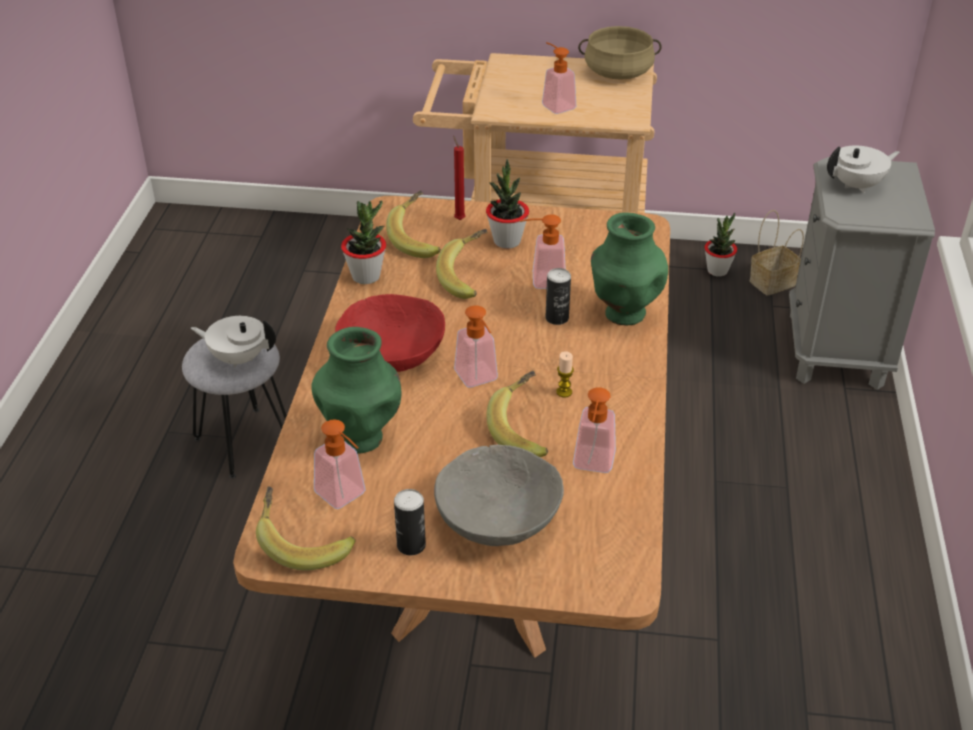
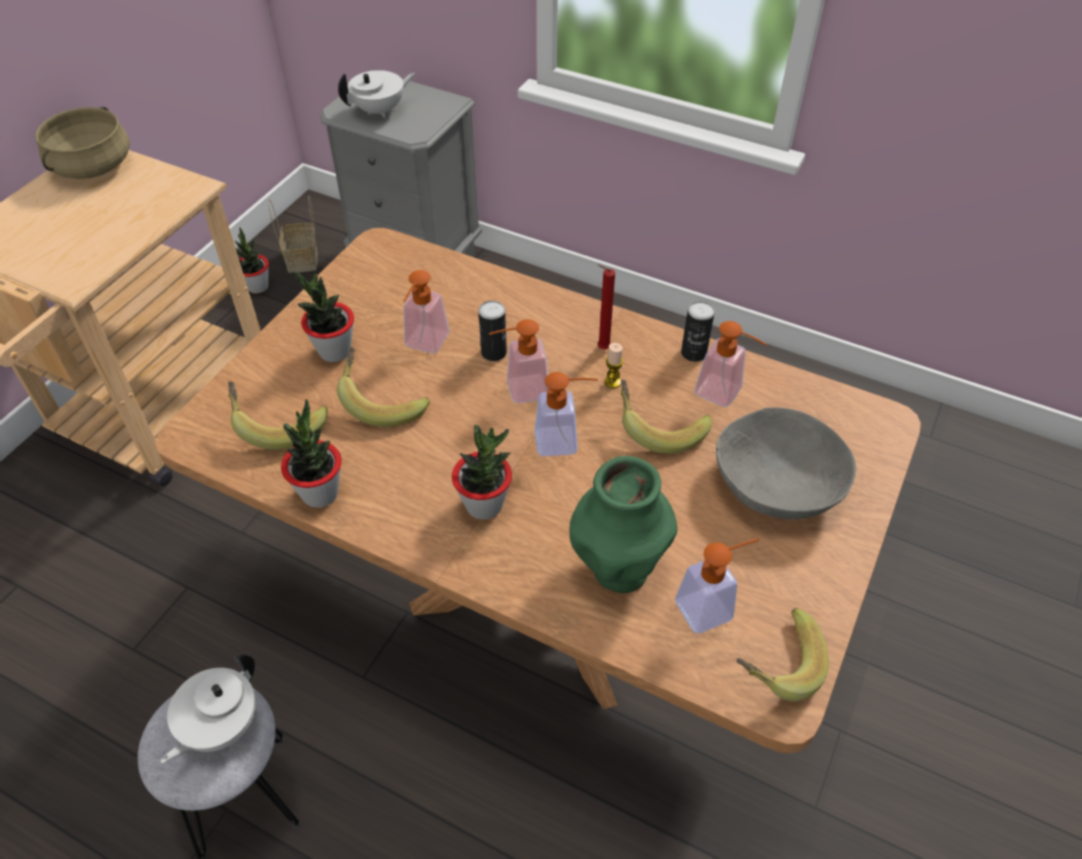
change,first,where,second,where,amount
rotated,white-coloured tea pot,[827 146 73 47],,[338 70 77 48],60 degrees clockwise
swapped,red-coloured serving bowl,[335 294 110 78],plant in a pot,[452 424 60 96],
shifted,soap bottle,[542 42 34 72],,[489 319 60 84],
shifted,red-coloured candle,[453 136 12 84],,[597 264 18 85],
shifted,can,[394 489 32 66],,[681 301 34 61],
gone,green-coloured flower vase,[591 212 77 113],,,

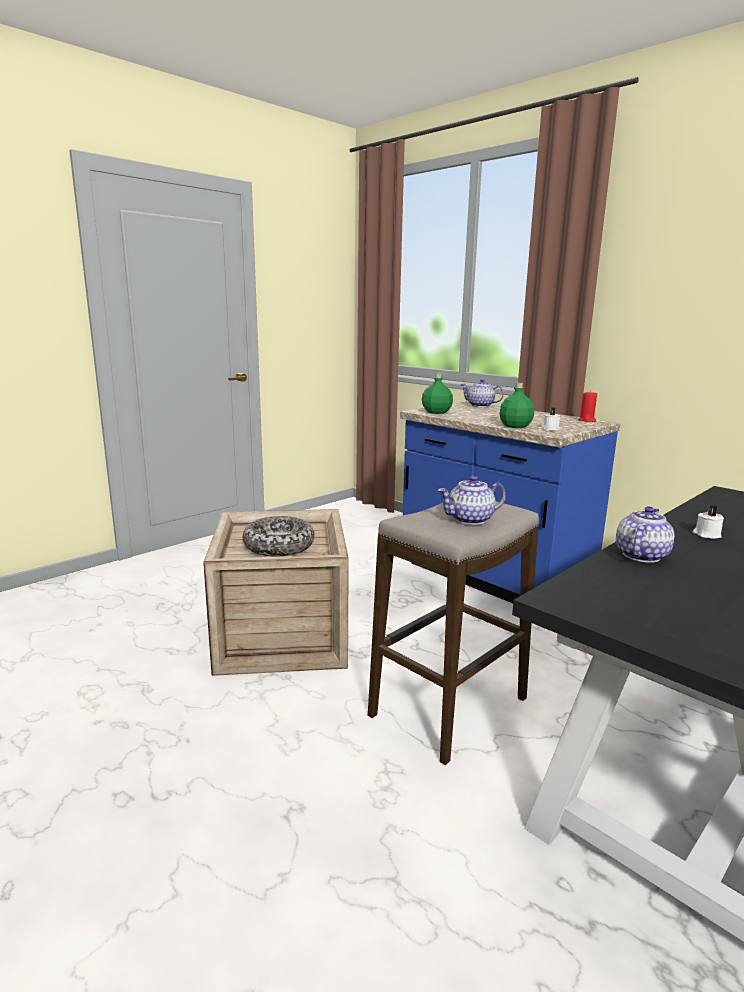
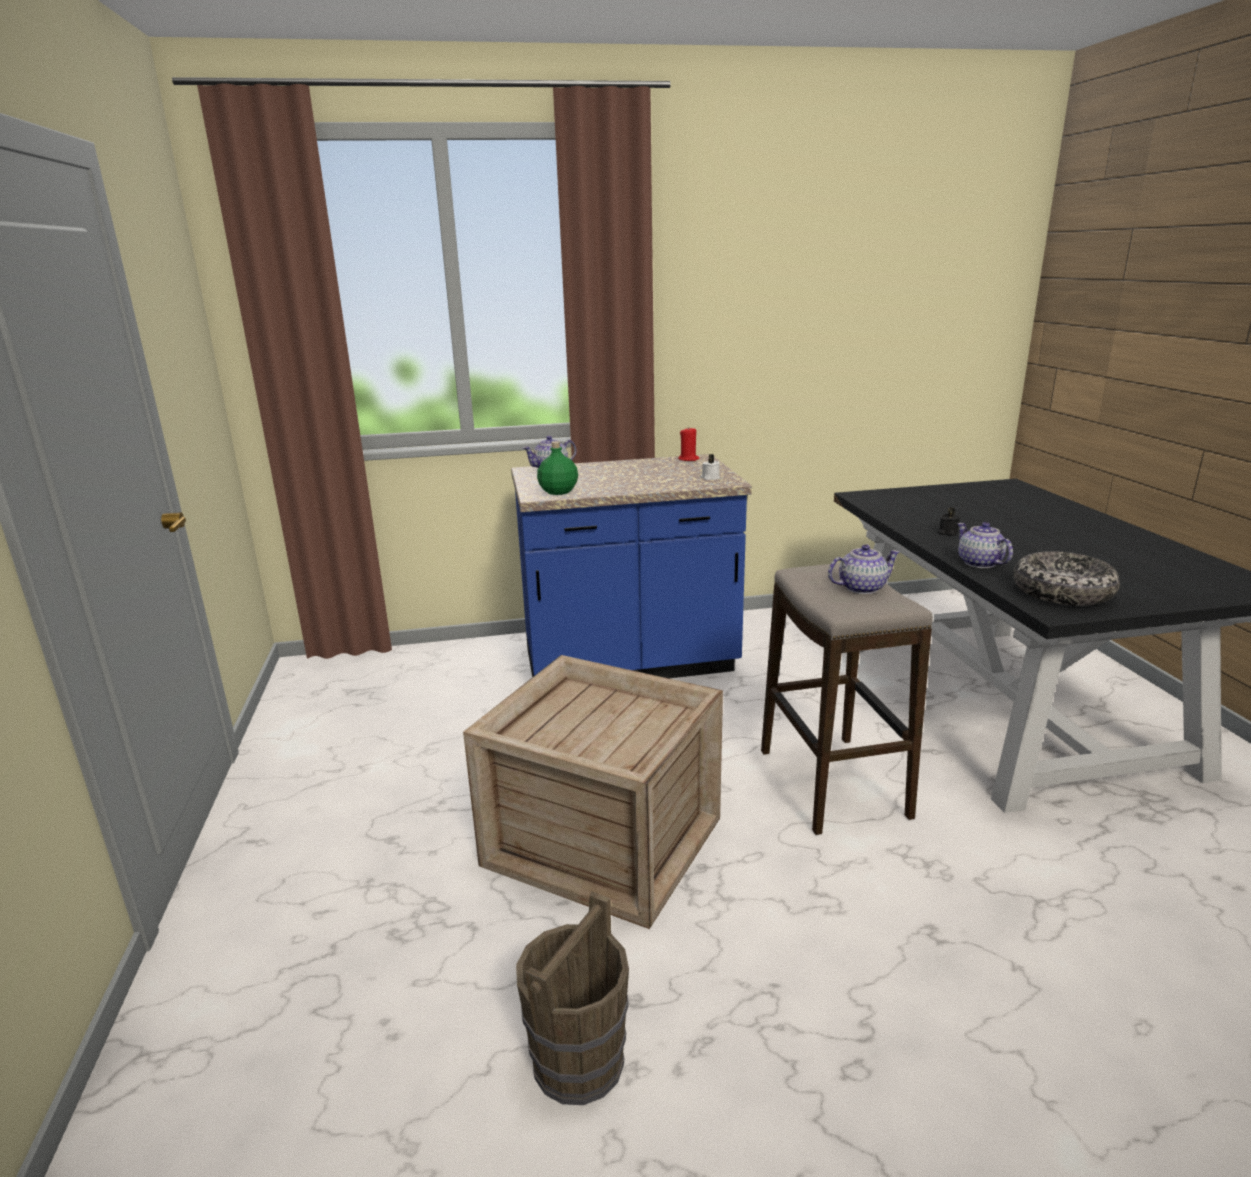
change,first,where,second,where,amount
new,,,brown-coloured bucket,[516 891 113 214],
rotated,tea pot,[437 476 69 49],,[828 544 72 50],120 degrees counterclockwise
repainted,white-coloured candle,[692 505 32 34],black-coloured candle,[937 508 23 28],
shifted,serving bowl,[243 516 72 40],,[1013 551 107 55],
gone,green-coloured bottle,[499 383 35 45],,,

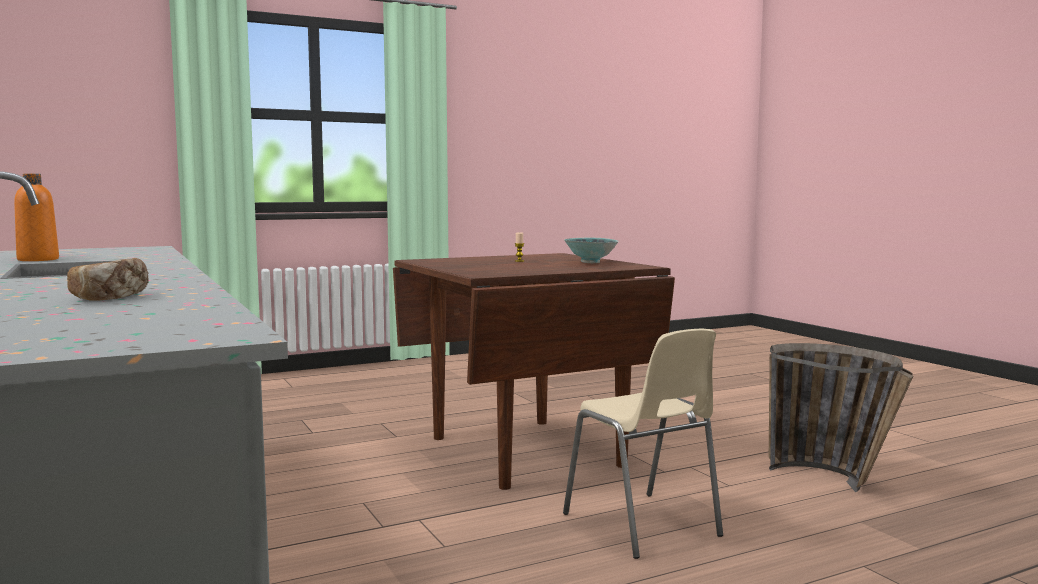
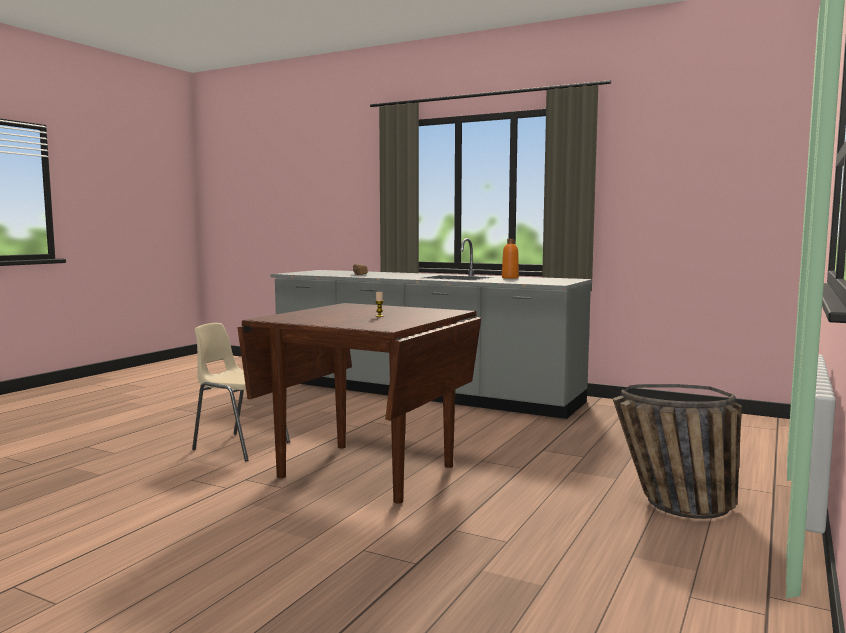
change,first,where,second,where,amount
shifted,household basket,[769 343 144 149],,[612 384 130 135],
gone,serving bowl,[564 238 55 25],,,

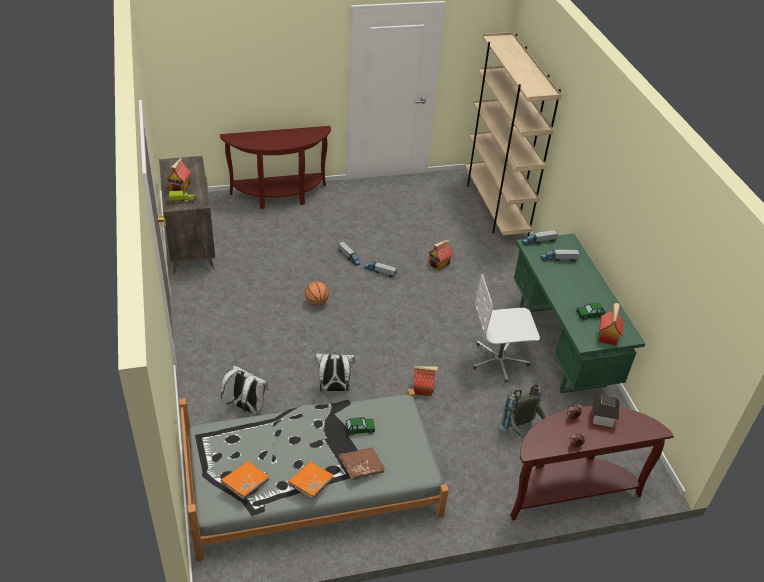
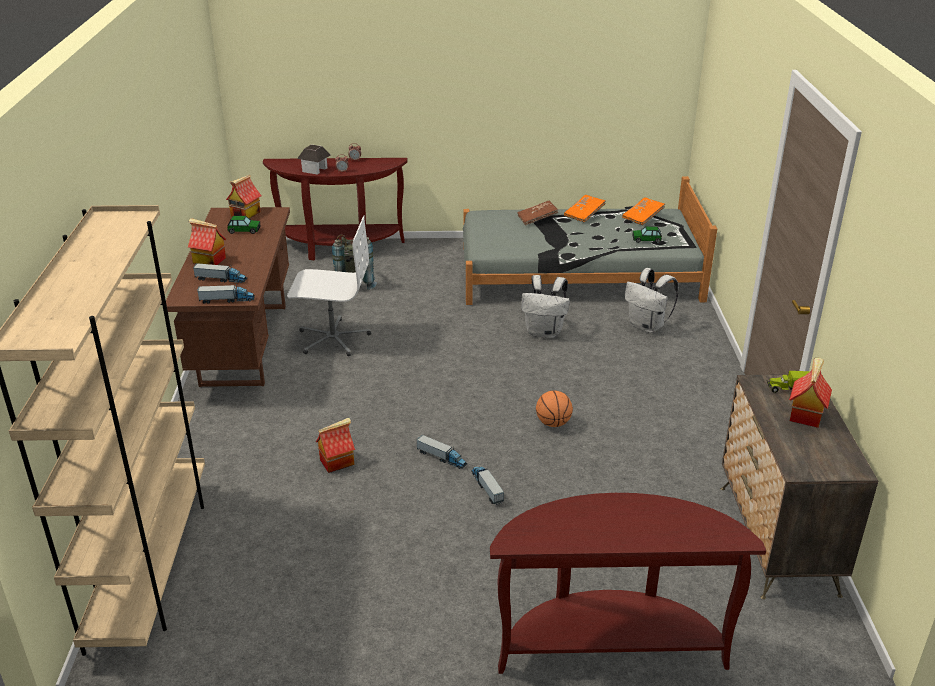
change,first,where,second,where,amount
repainted,green-coloured desk unit,[514 234 132 159],brown-coloured desk unit,[166 207 124 180],
shifted,toy house,[413 366 25 30],,[188 218 38 47],
shifted,model car,[346 417 29 19],,[632 226 30 17],

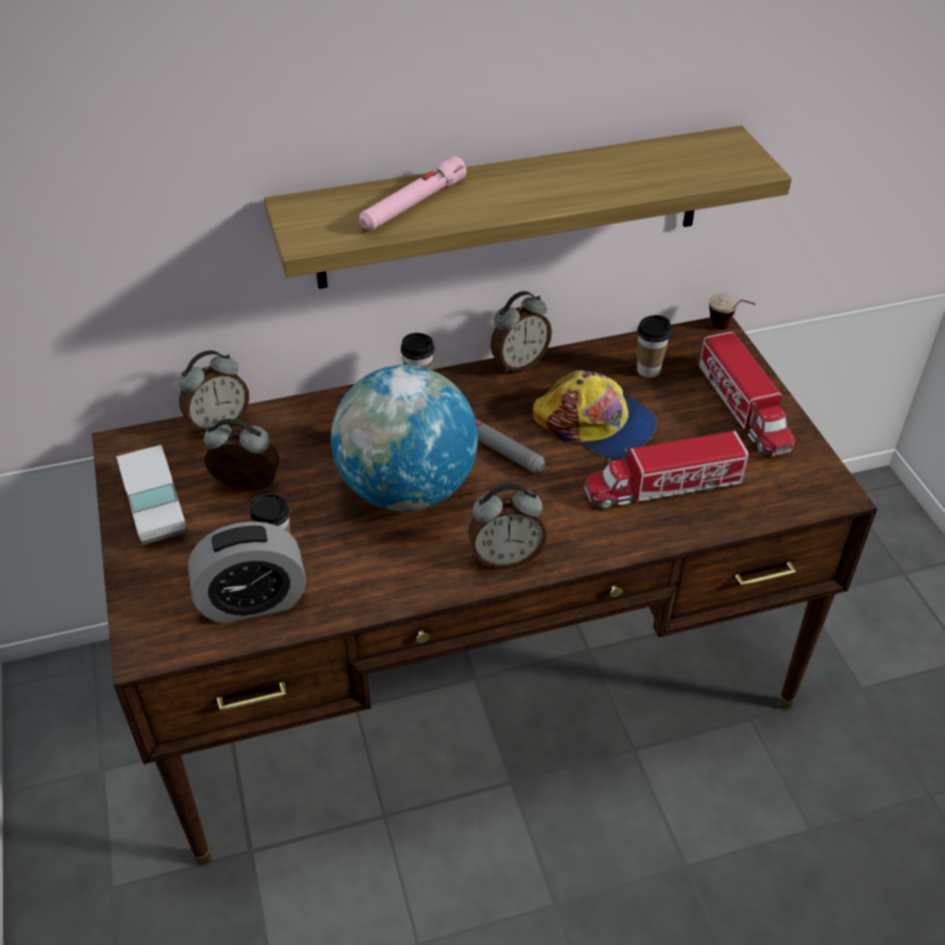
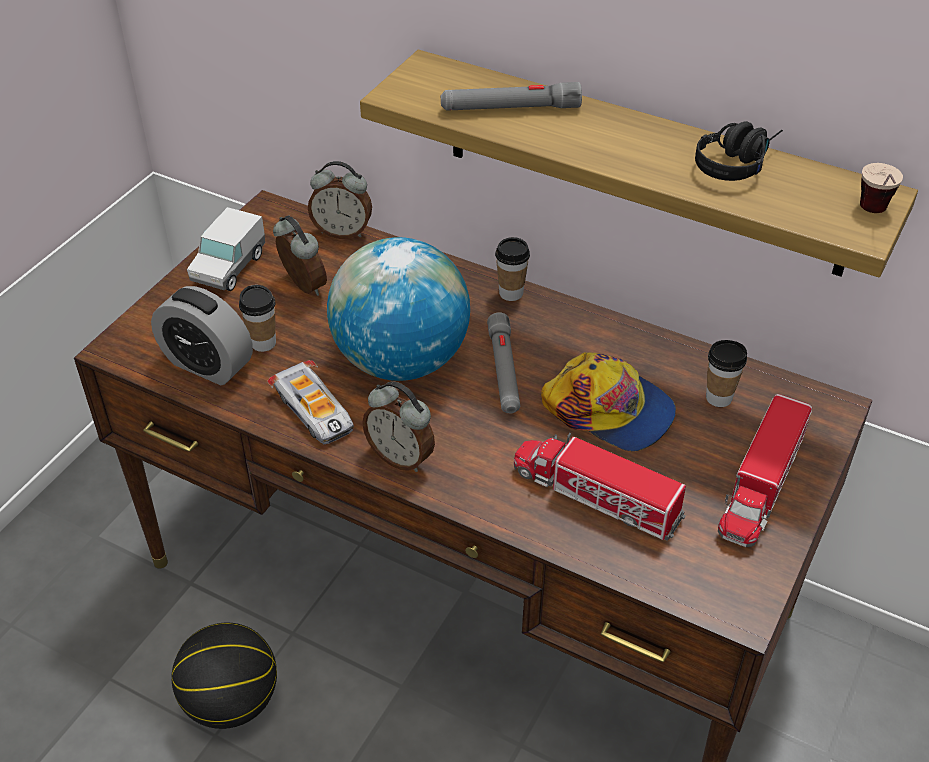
change,first,where,second,where,amount
new,,,basketball,[172 623 105 106],
new,,,model car,[267 360 87 84],
repainted,pink-coloured flashlight,[359 156 107 75],greyish flashlight,[441 82 141 29],
rotated,cap,[533 370 124 90],,[541 352 135 99],45 degrees counterclockwise
new,,,black-coloured headphones,[695 121 88 60],
shifted,drinking cup,[709 293 47 37],,[860 163 43 50],
gone,table clock,[490 291 62 82],,,

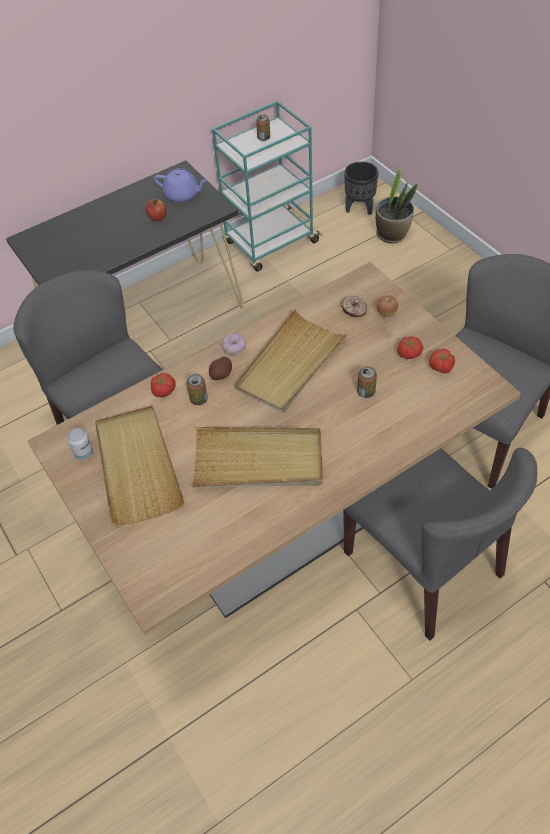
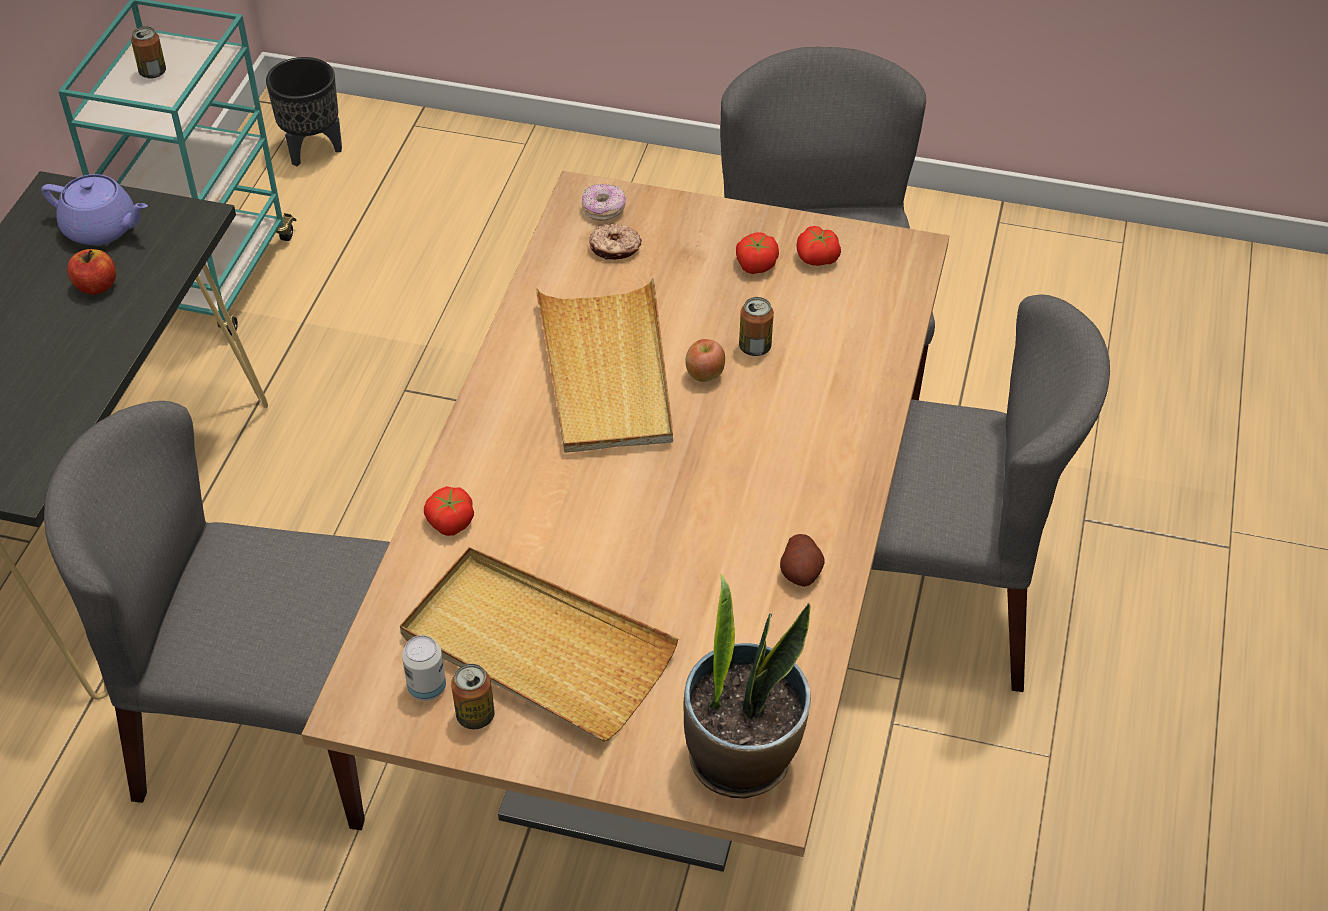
change,first,where,second,where,amount
rotated,purple tea pot,[154 168 54 34],,[41 174 107 71],45 degrees clockwise
shifted,can,[186 374 22 31],,[451 664 44 65],
shifted,ring doughnut,[222 333 24 22],,[582 184 44 37],
shifted,plant in a pot,[376 166 42 77],,[684 574 127 225],
shifted,apple fruit,[377 295 21 22],,[685 339 40 43],
shifted,spud,[209 357 23 23],,[780 534 45 53],
gone,beige-coloured tray,[192 427 131 60],,,

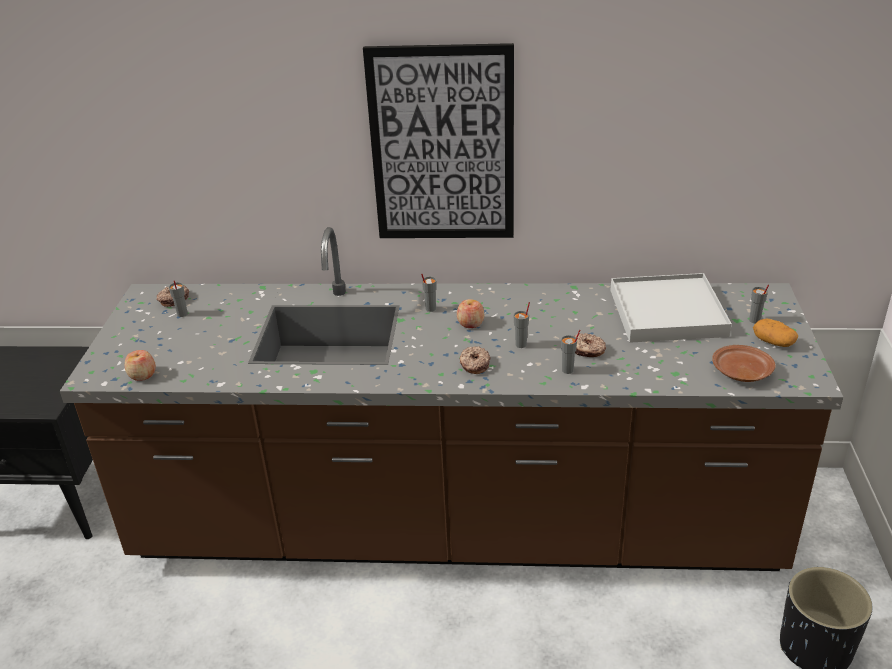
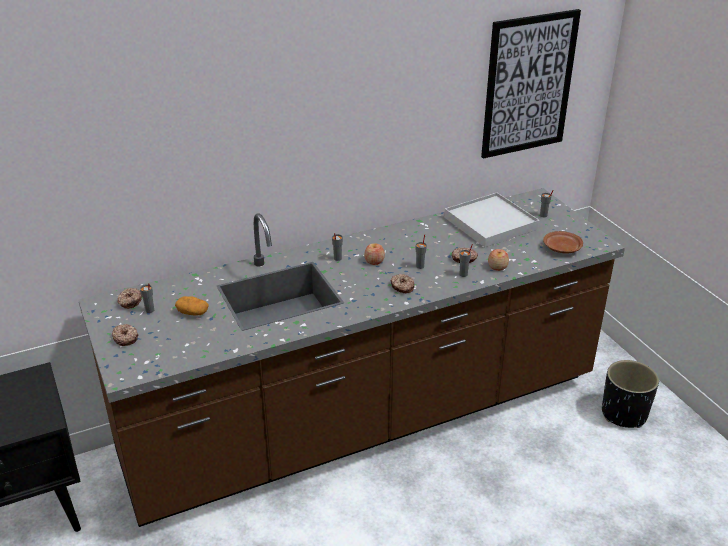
change,first,where,second,where,amount
new,,,ring doughnut,[112 324 26 22],
shifted,spud,[753 319 45 28],,[175 296 34 19],
shifted,wall picture,[363 43 151 195],,[481 9 100 150],
shifted,apple fruit,[125 350 31 31],,[488 249 21 22],

